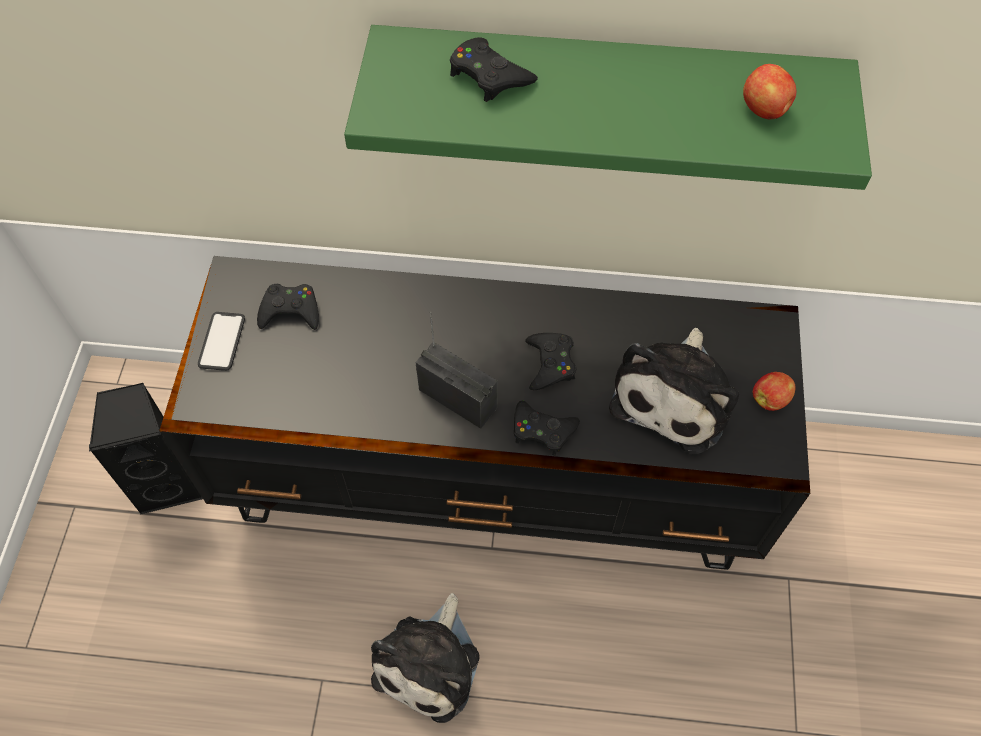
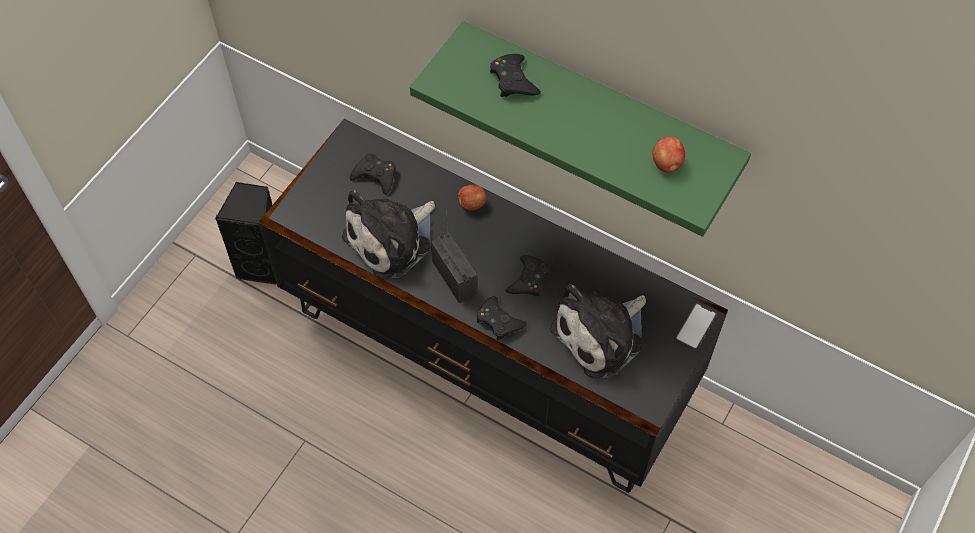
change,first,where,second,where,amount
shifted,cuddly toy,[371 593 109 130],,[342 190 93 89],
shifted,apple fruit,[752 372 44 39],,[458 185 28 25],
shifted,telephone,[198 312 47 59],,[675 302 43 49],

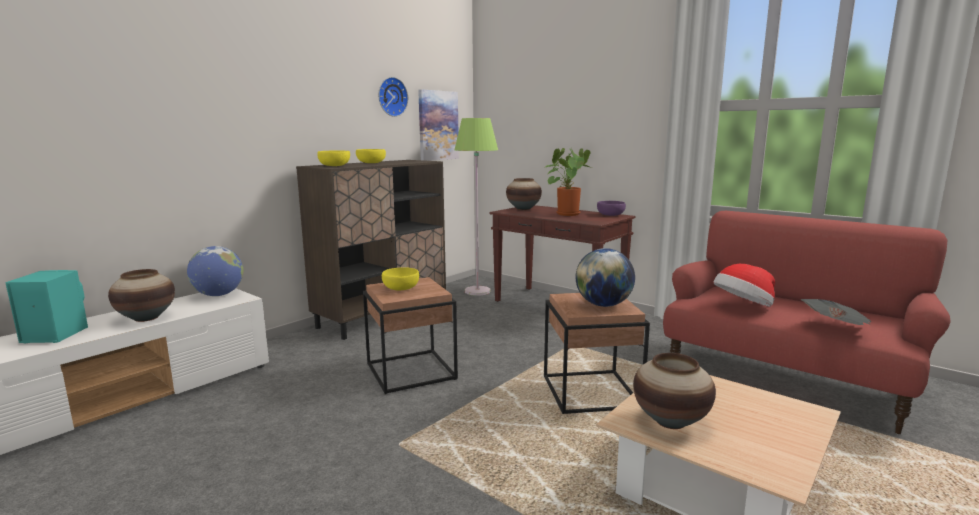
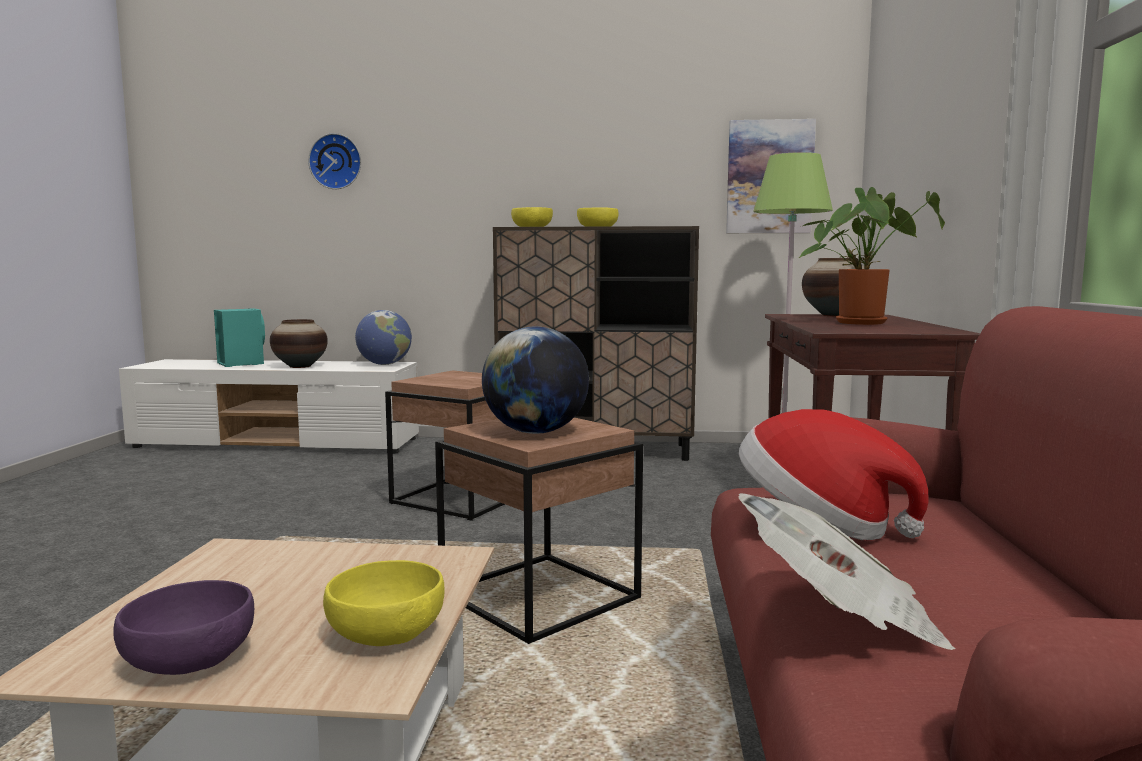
change,first,where,second,where,amount
shifted,purple serving bowl,[597 201 29 15],,[113 580 141 95],
shifted,wall clock,[378 77 30 40],,[308 133 53 56],
shifted,yellow-coloured serving bowl,[382 267 37 23],,[323 560 121 86],
gone,flower vase,[633 353 83 76],,,

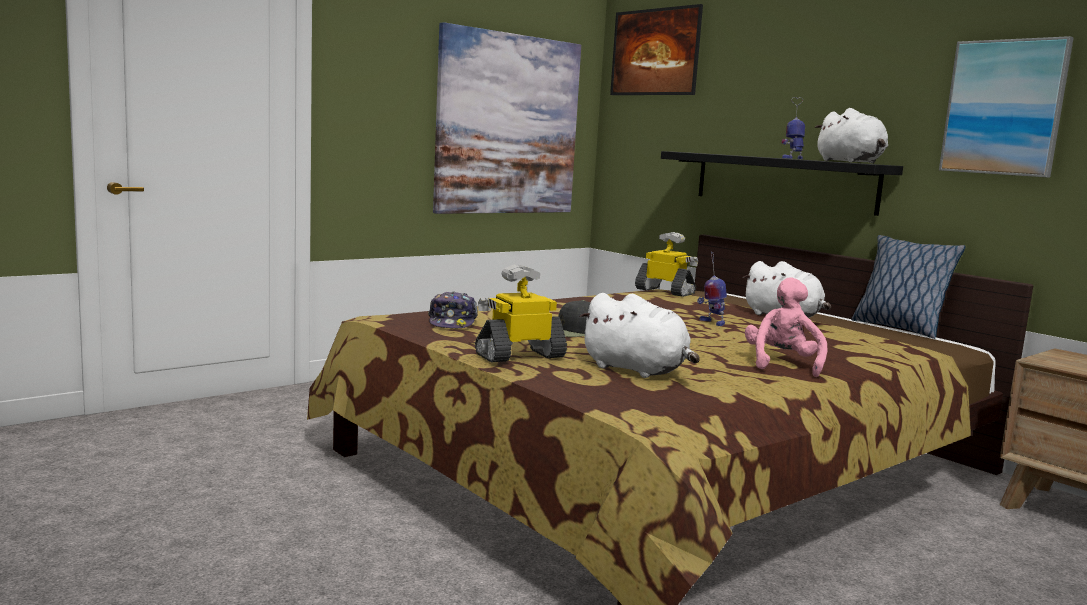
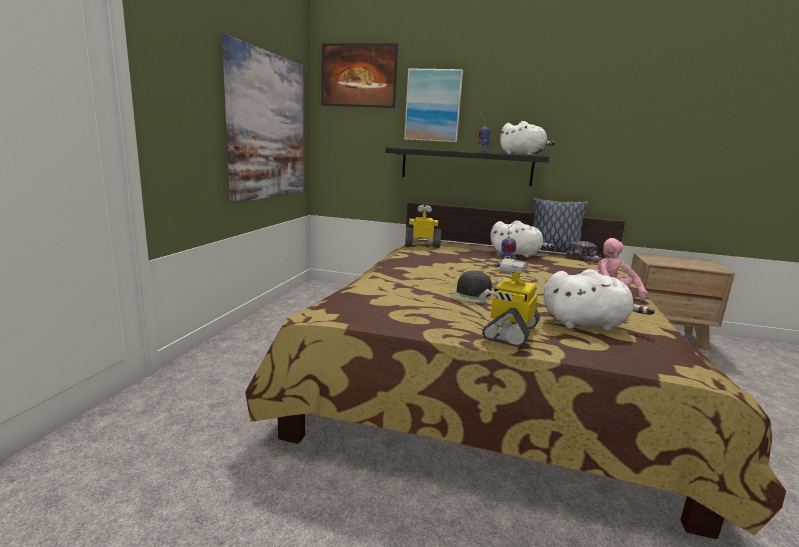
change,first,where,second,where,amount
shifted,wall picture,[939 36 135 142],,[404 68 59 74],
shifted,cap,[428 291 50 37],,[566 241 37 19],

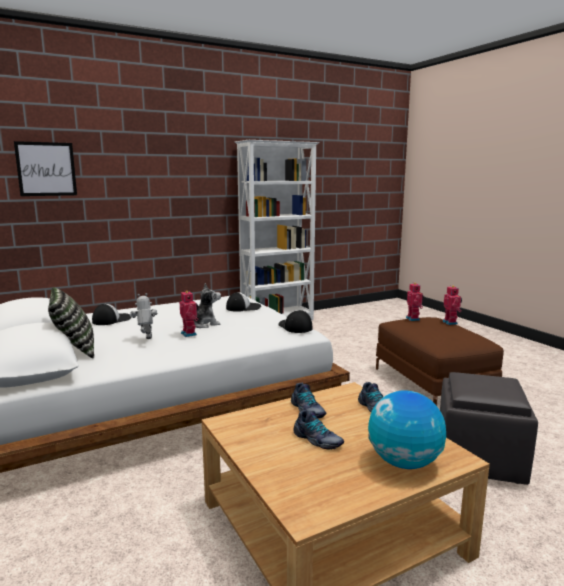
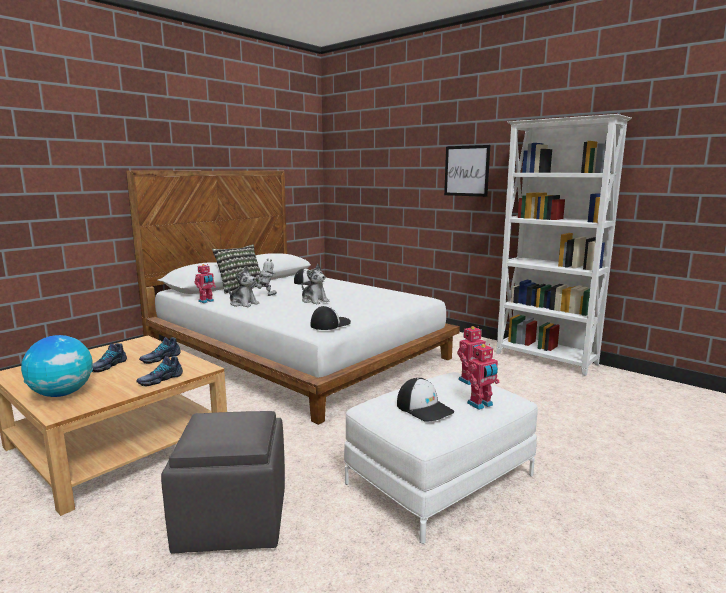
change,first,where,second,where,amount
shifted,model robot,[180 291 19 46],,[194 264 22 39],
new,,,cuddly toy,[228 266 31 41],
repainted,brown-coloured pouffe,[376 317 128 89],white-coloured pouffe,[344 372 194 172],
shifted,cap,[226 292 35 20],,[397 378 57 44],
shifted,wall picture,[14 141 63 55],,[444 145 46 52],

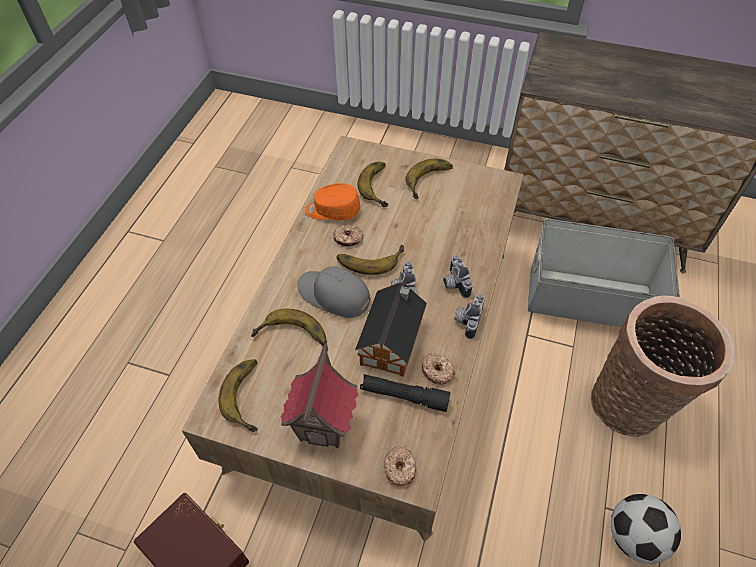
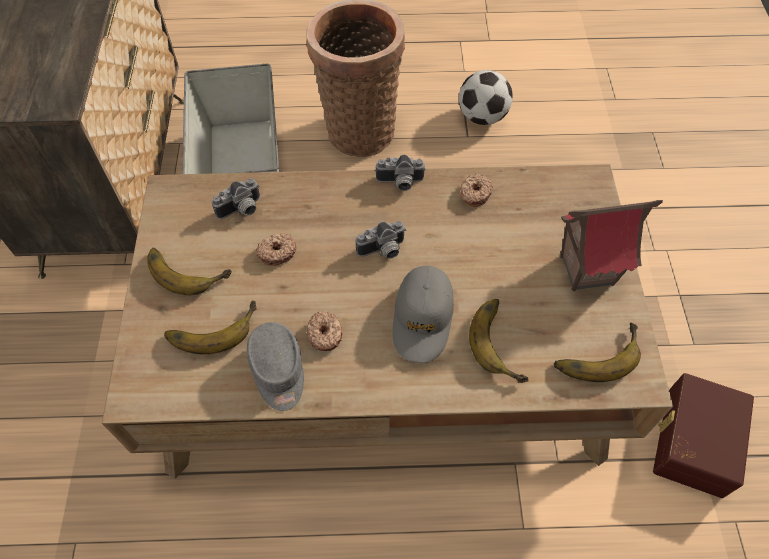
change,first,where,second,where,amount
shifted,still camera,[443 255 30 43],,[212 178 48 41],
repainted,orange cap,[305 183 55 37],greyish cap,[247 322 57 89],
shifted,ring doughnut,[384 446 32 40],,[256 233 40 33],
gone,whole banana,[336 245 68 30],,,
gone,toy house,[355 282 72 95],,,
gone,black-coloured flashlight,[360 374 91 38],,,

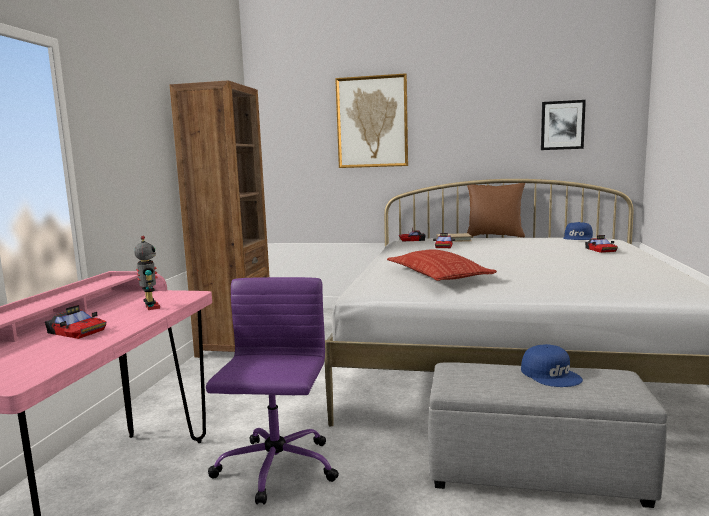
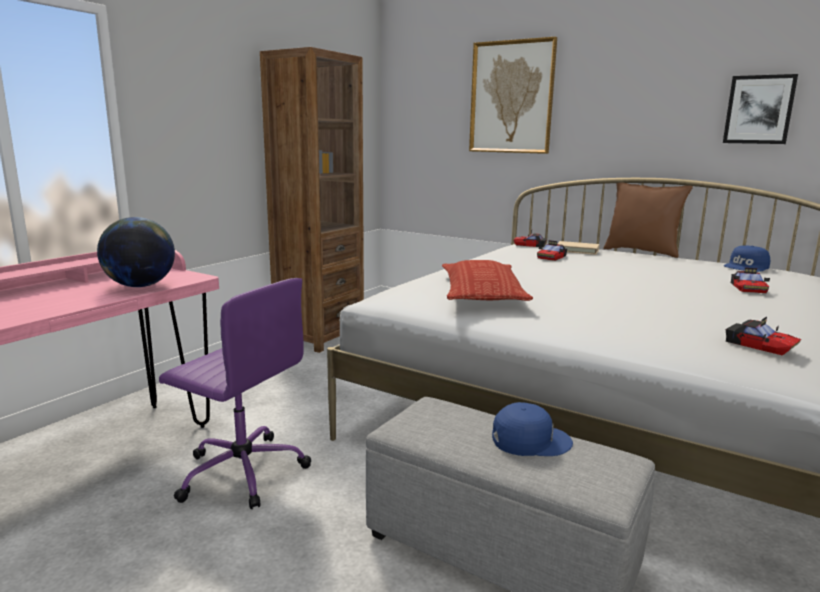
change,first,where,second,where,amount
swapped,model robot,[134 236 26 74],globe,[97 217 78 70],
rotated,purple office chair,[206 277 133 228],,[159 278 152 231],90 degrees clockwise
rotated,blue cap,[521 344 62 43],,[492 402 81 54],90 degrees counterclockwise
shifted,model car,[45 305 61 34],,[726 317 75 39],

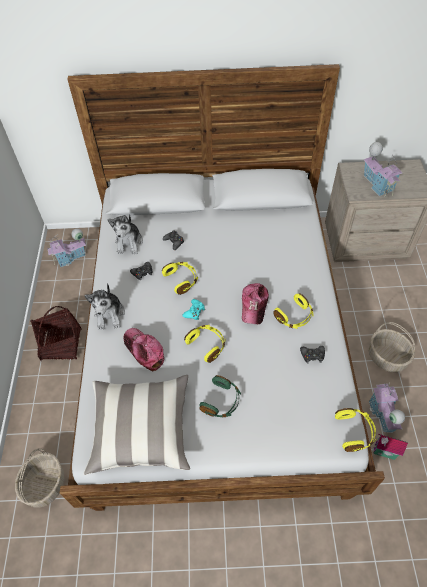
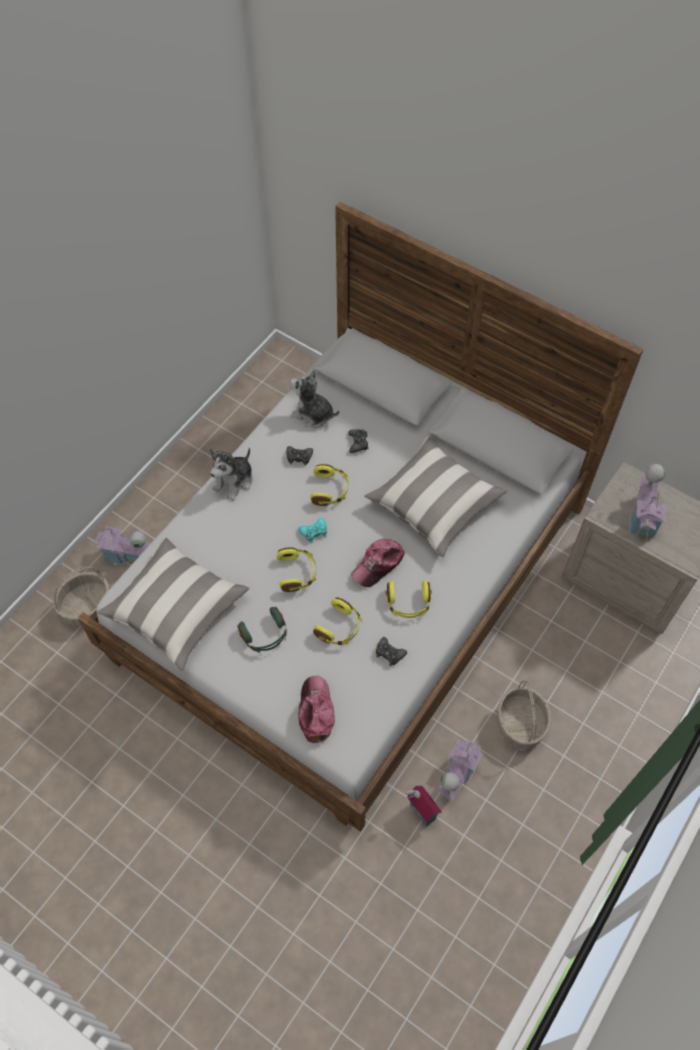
change,first,where,second,where,amount
shifted,toy house,[47 229 39 38],,[94 526 56 39],
rotated,cuddly toy,[107 214 36 40],,[289 370 50 58],75 degrees clockwise
shifted,cap,[123 328 41 43],,[298 676 37 67],
shifted,yellow-coloured headphones,[335 408 42 44],,[313 597 49 48],
new,,,throw pillow,[364 436 143 121],
gone,household basket,[30 306 51 55],,,

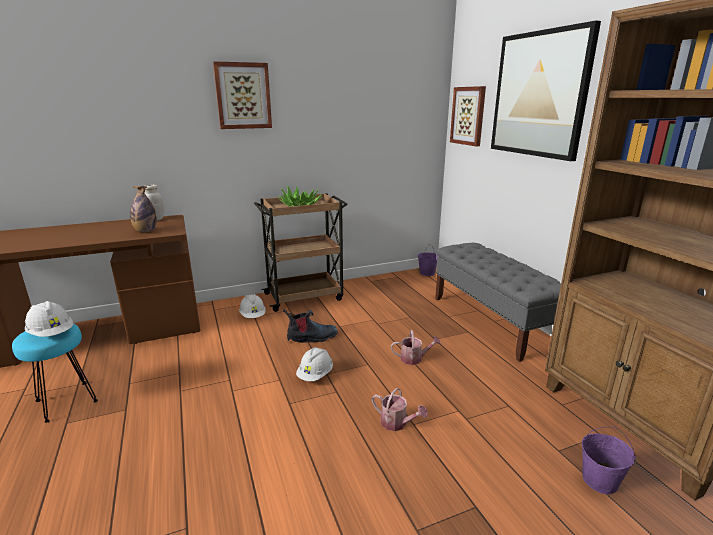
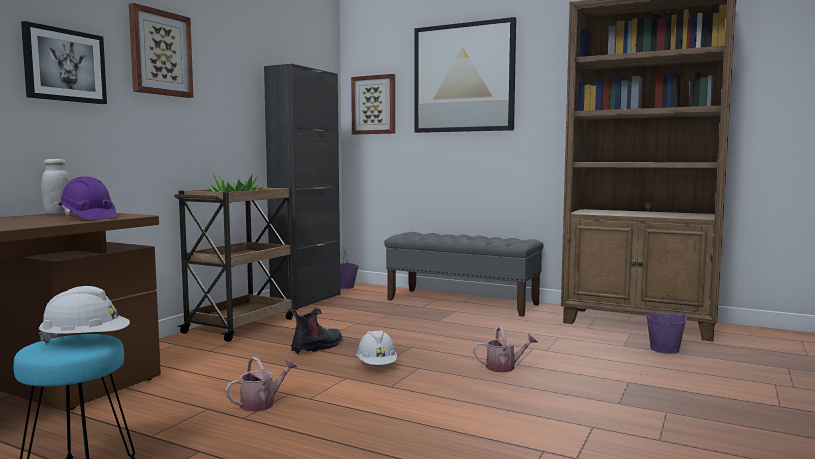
change,first,where,second,where,amount
new,,,wall picture,[21 21 86 83],
swapped,bottle,[130 186 27 46],purple safety helmet,[59 176 57 44],
shifted,watering pot,[391 330 50 35],,[225 357 72 55],
new,,,black-coloured storage cabinet,[264 64 76 246],
gone,white-coloured safety helmet,[239 294 27 24],,,

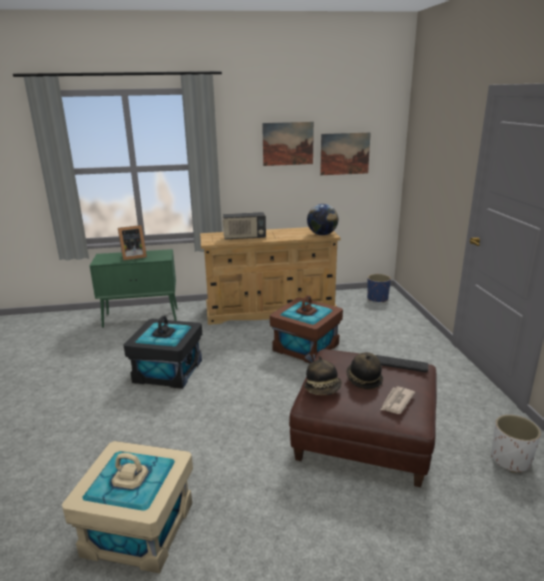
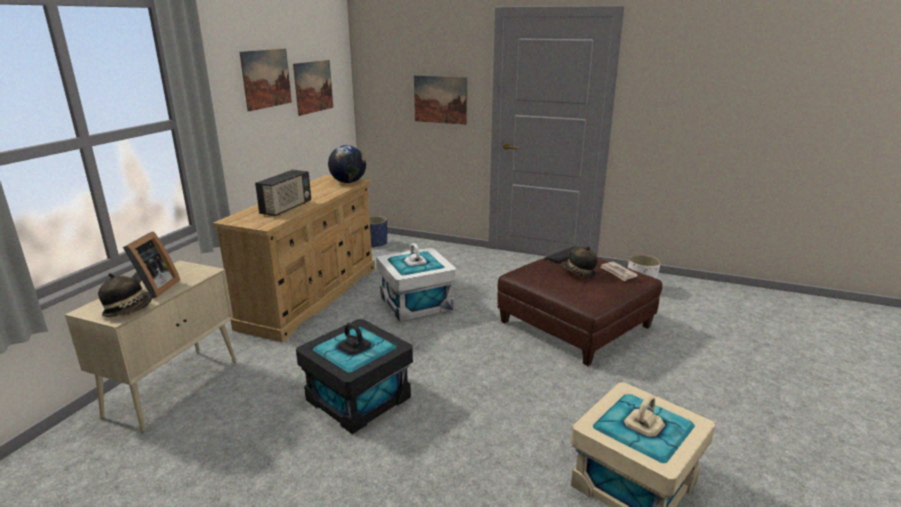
change,first,where,second,where,amount
repainted,green-coloured storage cabinet,[90 249 88 79],beige-coloured storage cabinet,[65 261 172 171],
shifted,hat,[304 356 38 39],,[98 273 54 44],
repainted,brown-coloured storage bin,[270 295 73 69],white-coloured storage bin,[377 243 79 79],
new,,,wall picture,[414 75 53 50],

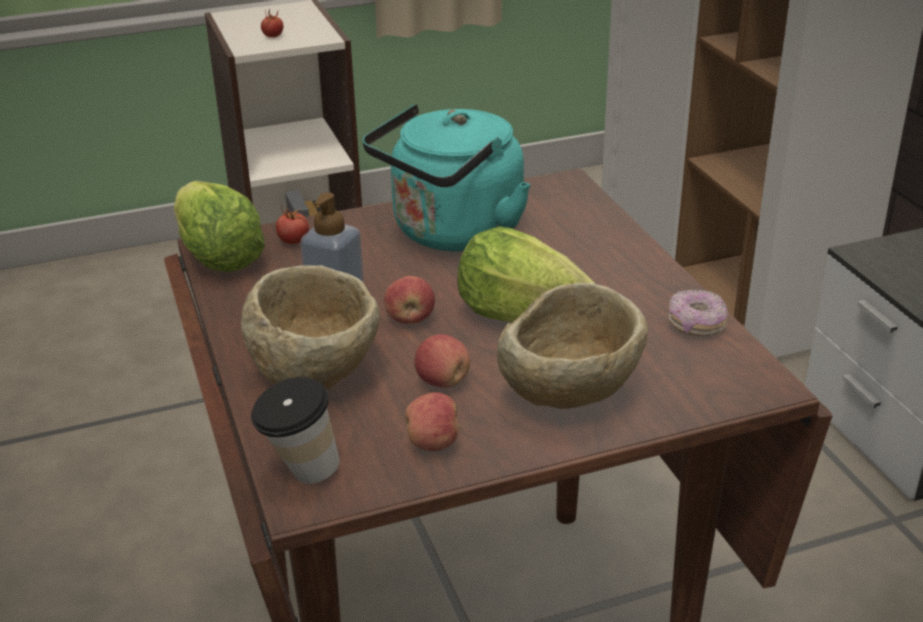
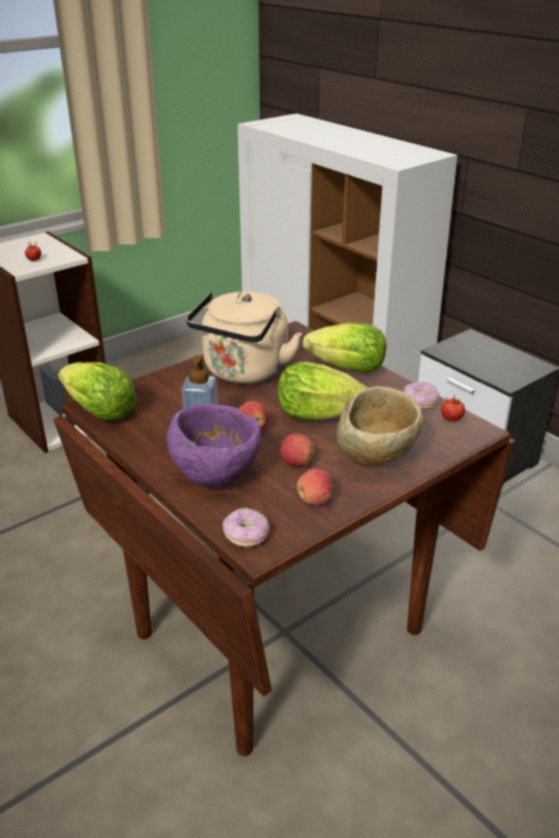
change,first,where,second,where,amount
repainted,beige-coloured serving bowl,[241 265 139 125],purple serving bowl,[167 403 94 84],
repainted,blue-green kettle,[362 104 168 148],beige-coloured kettle,[186 291 116 93],
swapped,drinking cup,[251 377 89 107],ring doughnut,[222 507 47 40],
new,,,head of lettuce,[303 322 83 51],
shifted,fresh tomato,[276 205 33 39],,[441 396 24 26],

